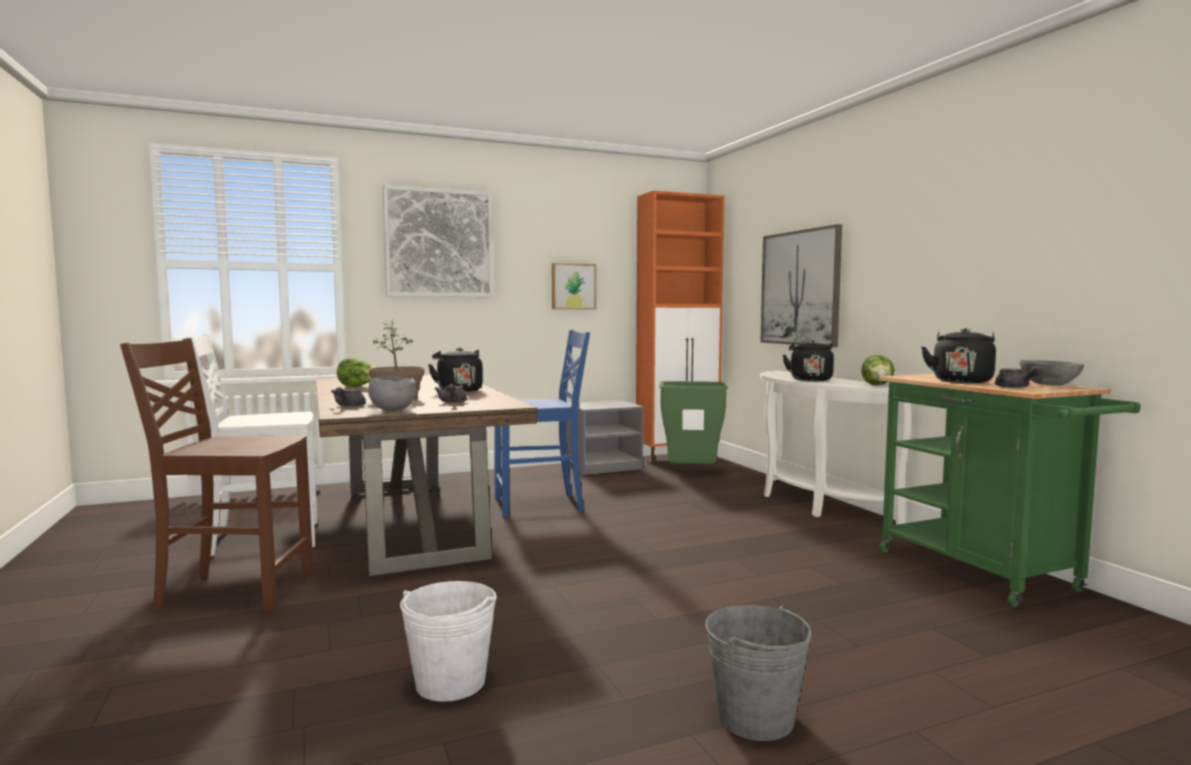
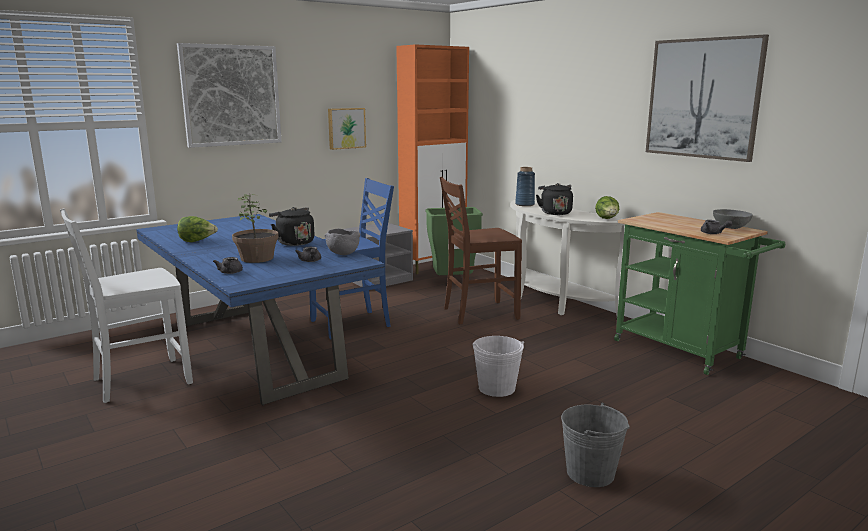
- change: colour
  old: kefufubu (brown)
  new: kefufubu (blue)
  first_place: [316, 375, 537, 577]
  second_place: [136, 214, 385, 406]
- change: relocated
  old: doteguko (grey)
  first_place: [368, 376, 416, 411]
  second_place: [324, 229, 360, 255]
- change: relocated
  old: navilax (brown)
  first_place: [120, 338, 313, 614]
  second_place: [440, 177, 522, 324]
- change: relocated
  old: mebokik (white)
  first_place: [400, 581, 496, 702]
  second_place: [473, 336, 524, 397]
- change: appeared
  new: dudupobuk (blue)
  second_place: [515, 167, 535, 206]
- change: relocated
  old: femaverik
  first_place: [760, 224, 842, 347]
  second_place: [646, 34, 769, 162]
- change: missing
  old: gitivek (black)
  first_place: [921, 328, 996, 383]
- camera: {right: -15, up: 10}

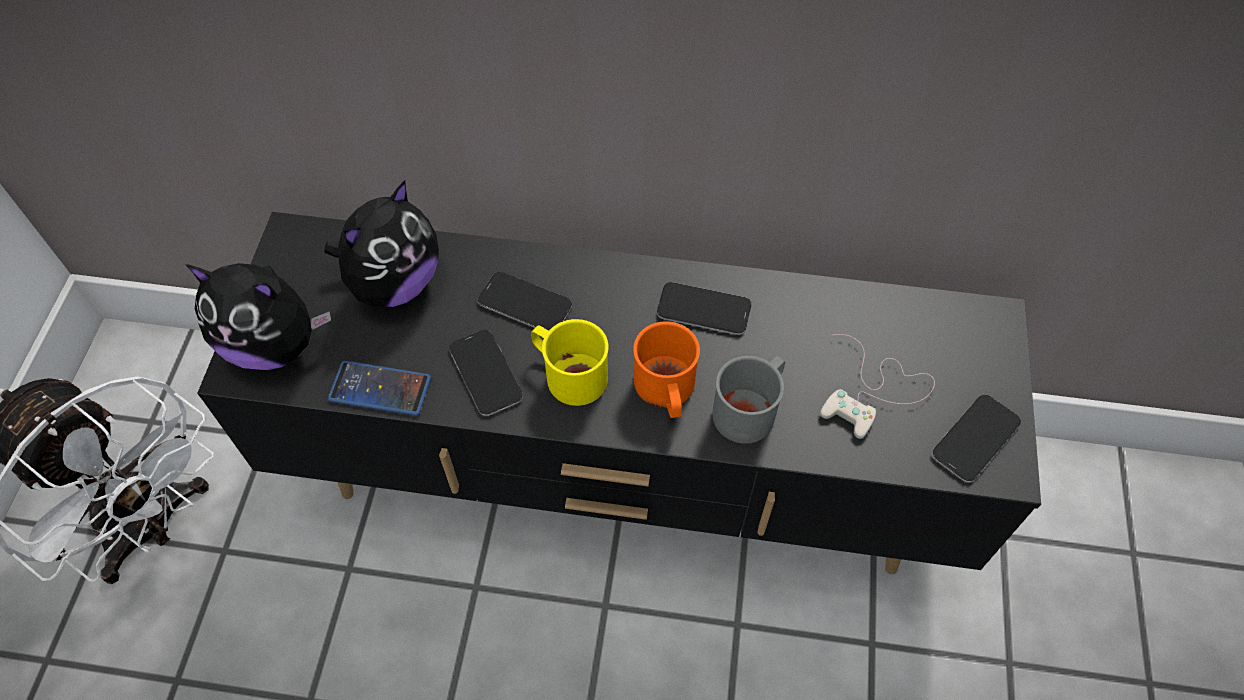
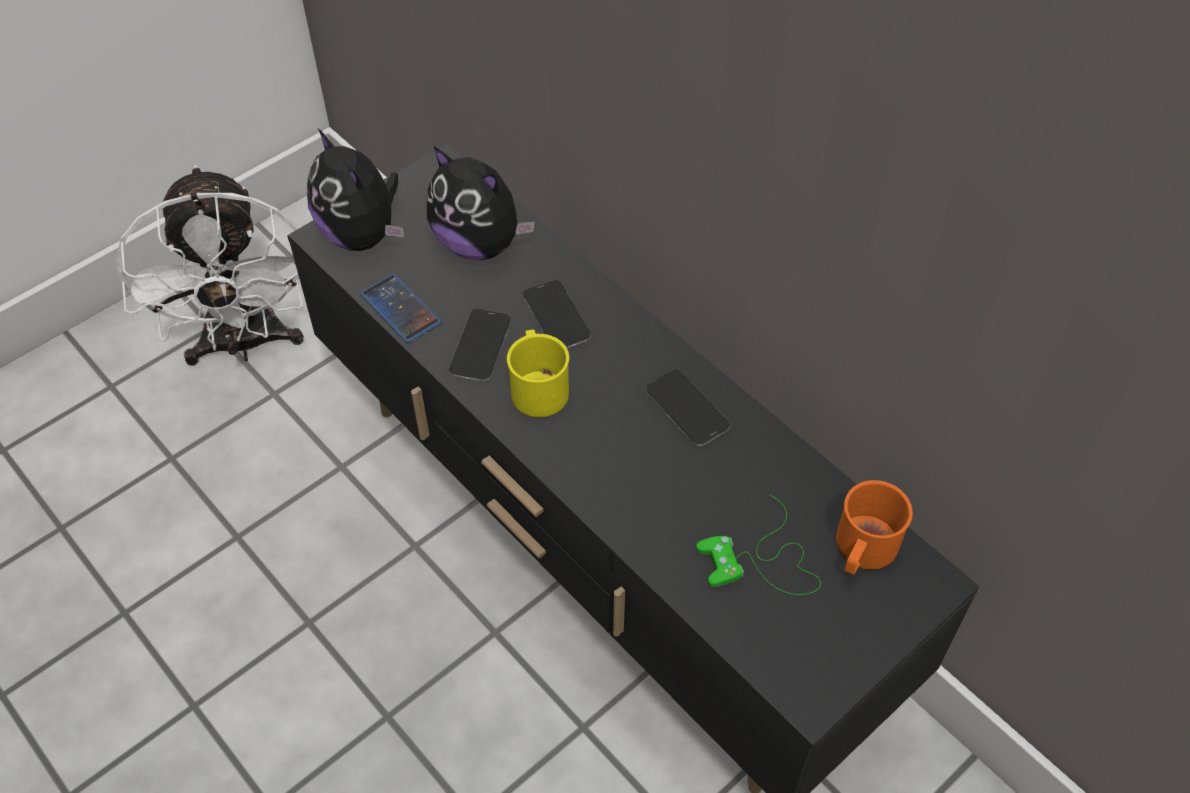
- change: spun
  old: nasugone
  first_place: [324, 180, 439, 307]
  second_place: [427, 146, 535, 260]
  degrees: 45
- change: colour
  old: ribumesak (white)
  new: ribumesak (green)
  first_place: [820, 334, 935, 439]
  second_place: [696, 495, 821, 595]
- change: relocated
  old: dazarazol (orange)
  first_place: [633, 321, 700, 418]
  second_place: [836, 480, 913, 575]
- change: missing
  old: dazarazol (grey)
  first_place: [712, 356, 785, 444]
- change: missing
  old: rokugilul
  first_place: [932, 395, 1021, 483]
- camera: {right: 40, up: -5}

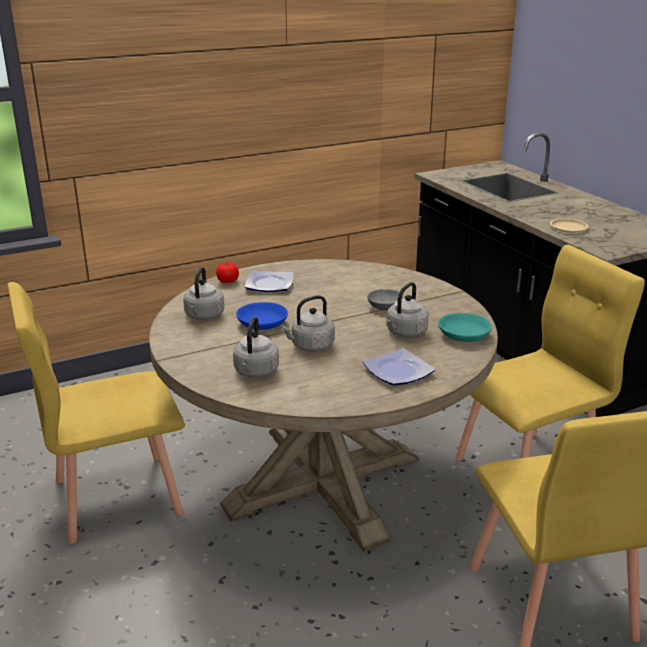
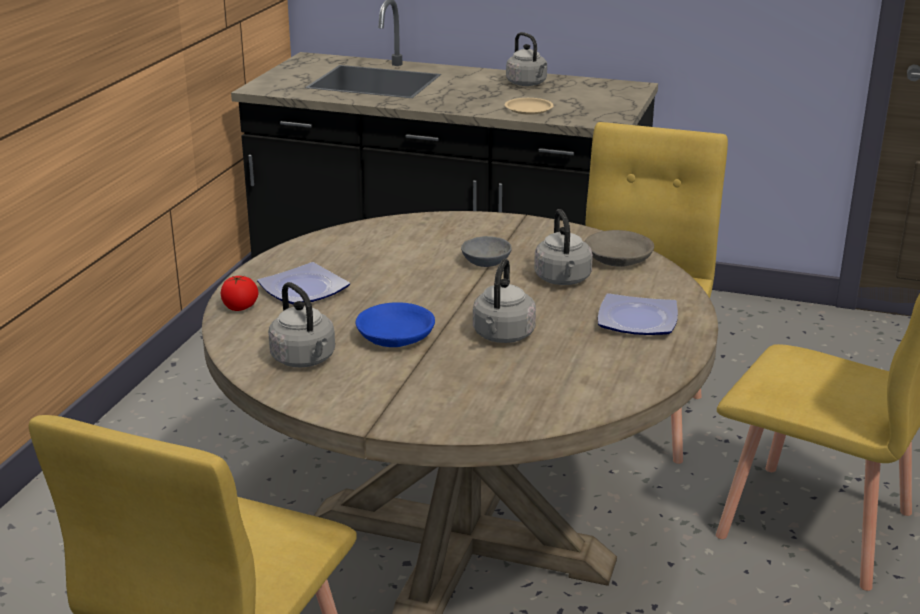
- change: relocated
  old: gitivek (grey)
  first_place: [233, 317, 279, 378]
  second_place: [506, 32, 547, 86]
- change: colour
  old: doteguko (turquoise)
  new: doteguko (grey)
  first_place: [438, 313, 492, 342]
  second_place: [585, 230, 654, 267]
- camera: {right: -45, up: 0}

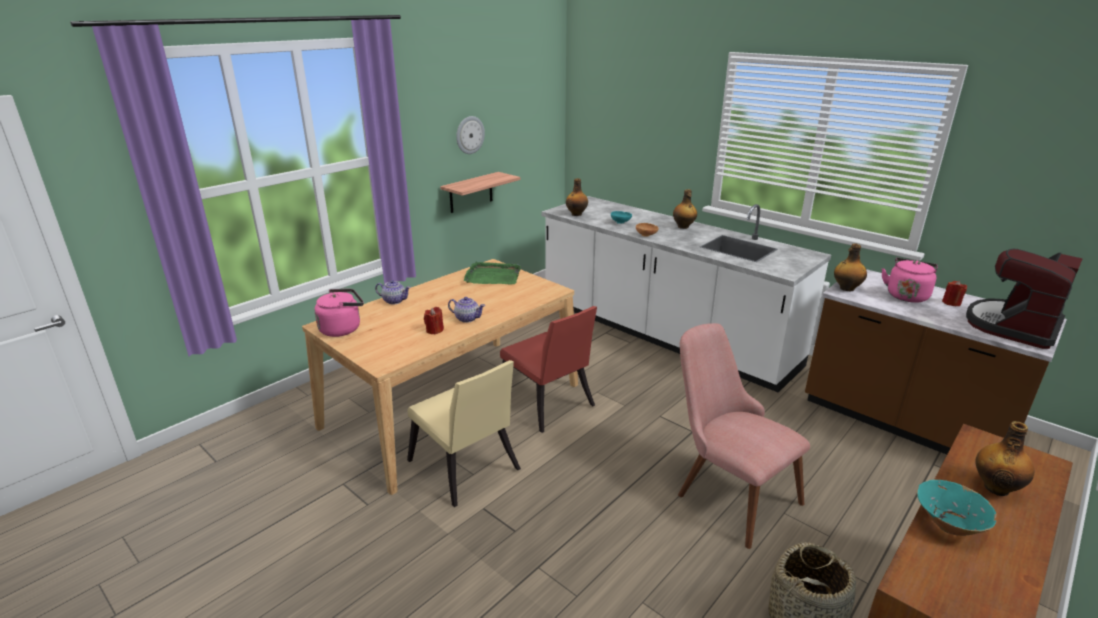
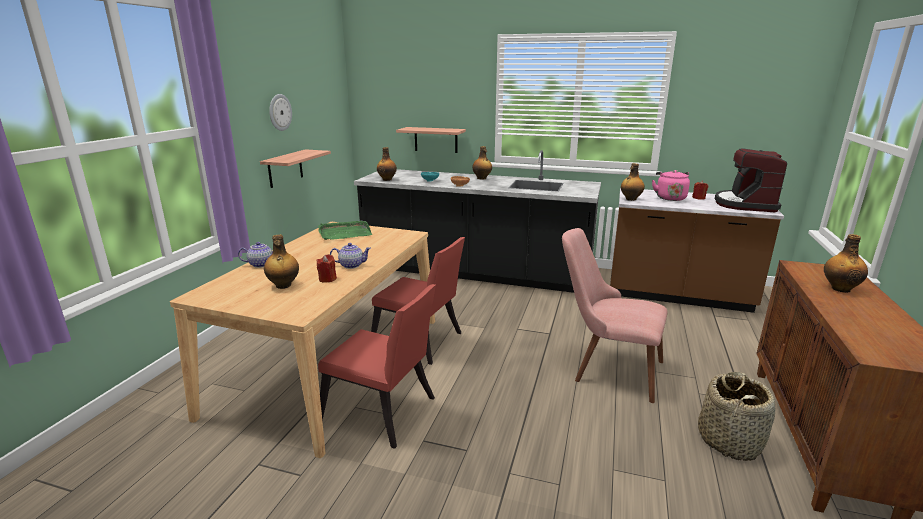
- change: appeared
  new: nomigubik
  second_place: [264, 234, 299, 289]
- change: colour
  old: navilax (beige)
  new: navilax (red)
  first_place: [407, 360, 521, 507]
  second_place: [318, 284, 436, 449]
- change: colour
  old: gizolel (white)
  new: gizolel (black)
  first_place: [541, 196, 831, 393]
  second_place: [354, 150, 601, 293]
- change: appeared
  new: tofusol
  second_place: [396, 127, 466, 153]
- change: missing
  old: gitivek (pink)
  first_place: [314, 289, 364, 337]
- change: missing
  old: doteguko (turquoise)
  first_place: [917, 480, 997, 536]
- camera: {right: -25, up: -5}

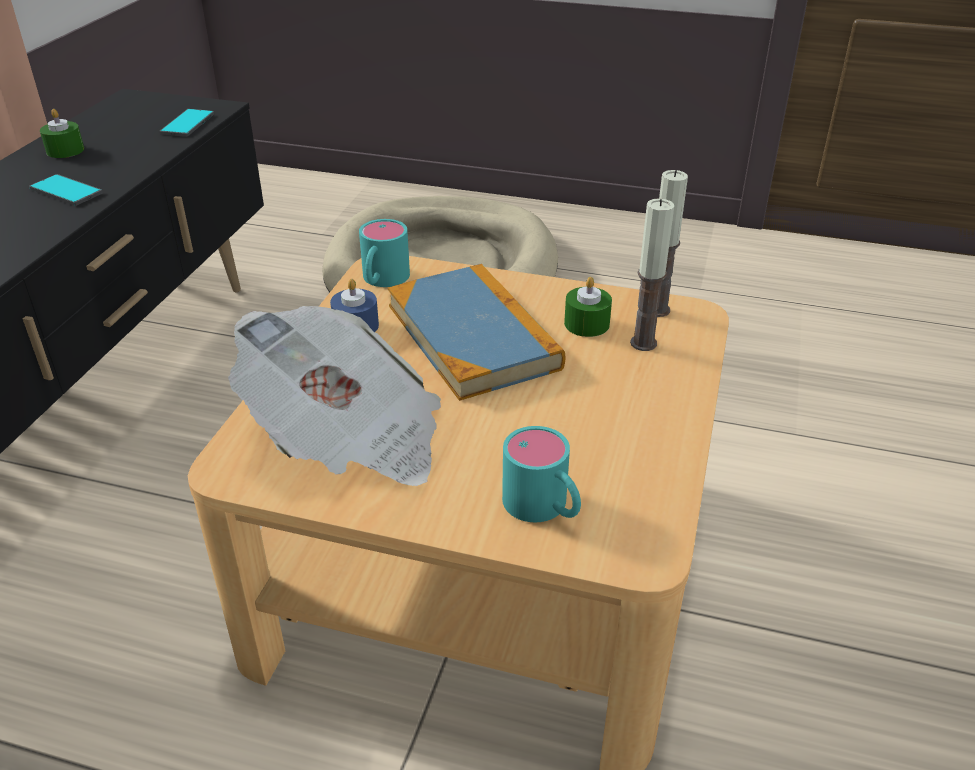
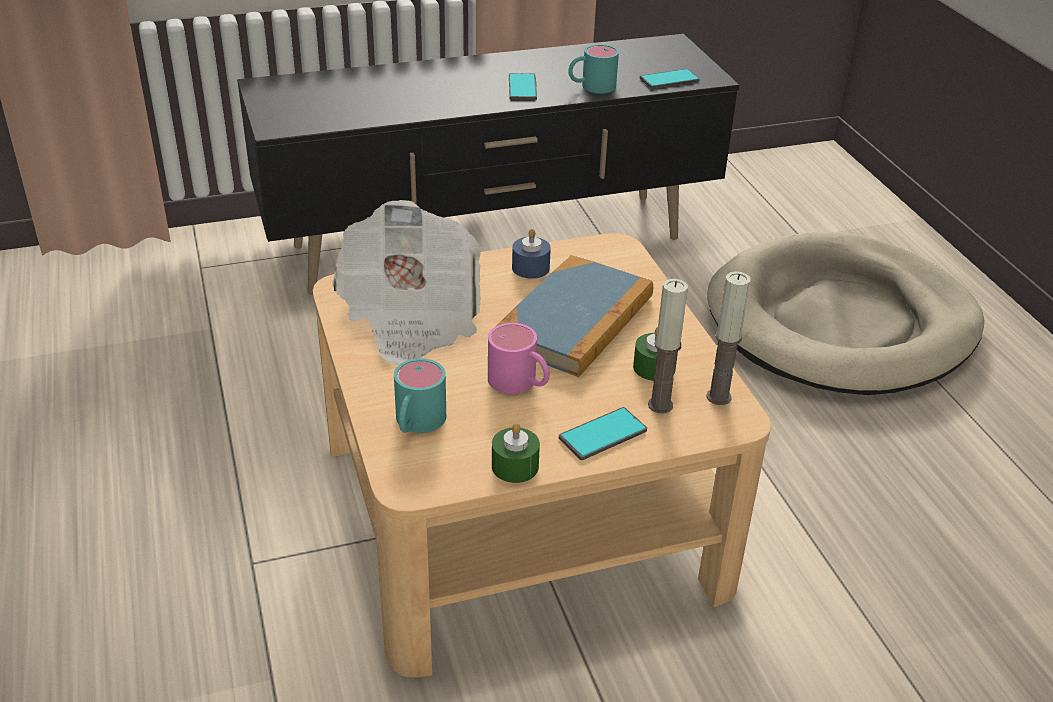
- change: appeared
  new: dazarazol (pink)
  second_place: [488, 323, 550, 394]
- change: relocated
  old: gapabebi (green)
  first_place: [40, 109, 84, 158]
  second_place: [492, 423, 540, 483]
- change: appeared
  new: rokugilul
  second_place: [559, 407, 647, 460]
- change: relocated
  old: dazarazol (turquoise)
  first_place: [359, 219, 410, 287]
  second_place: [568, 44, 619, 94]
- camera: {right: 55, up: 0}

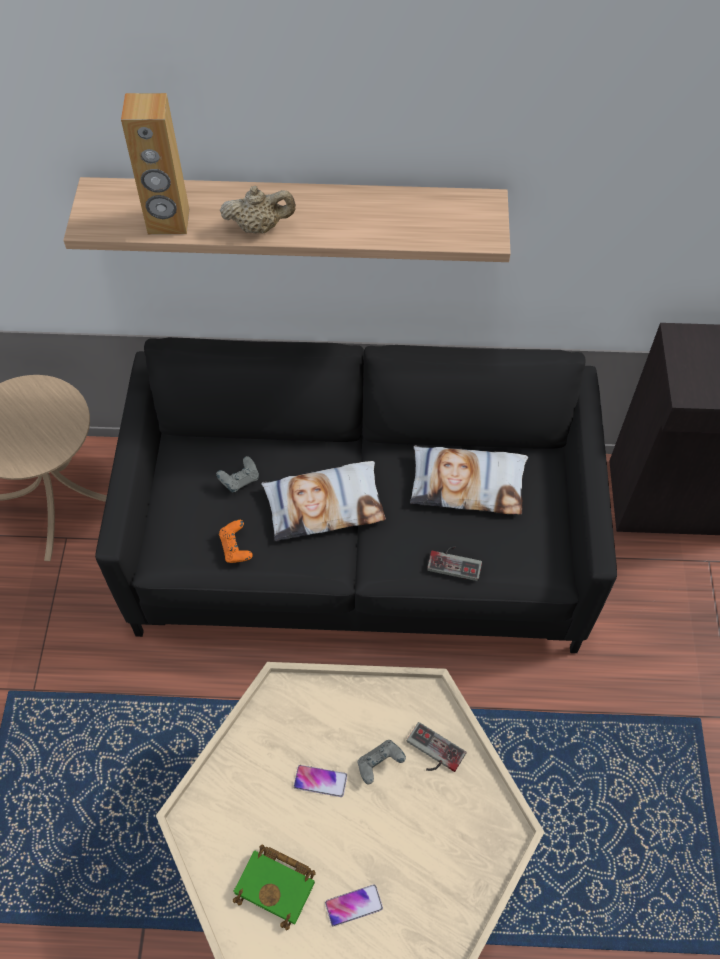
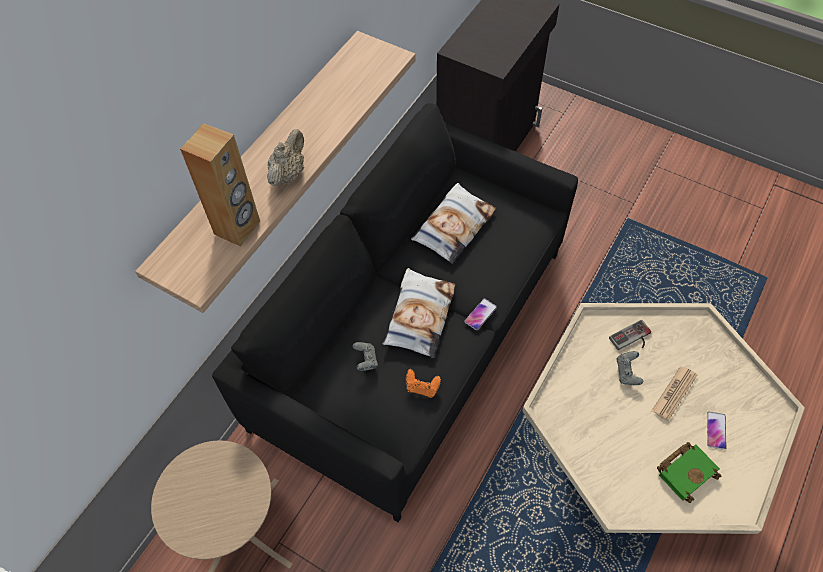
- change: relocated
  old: rokugilul
  first_place: [294, 765, 347, 797]
  second_place: [464, 298, 497, 330]
- change: appeared
  new: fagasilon
  second_place: [651, 366, 697, 421]
- change: missing
  old: ribumesak
  first_place: [427, 546, 482, 581]
- camera: {right: -60, up: 0}

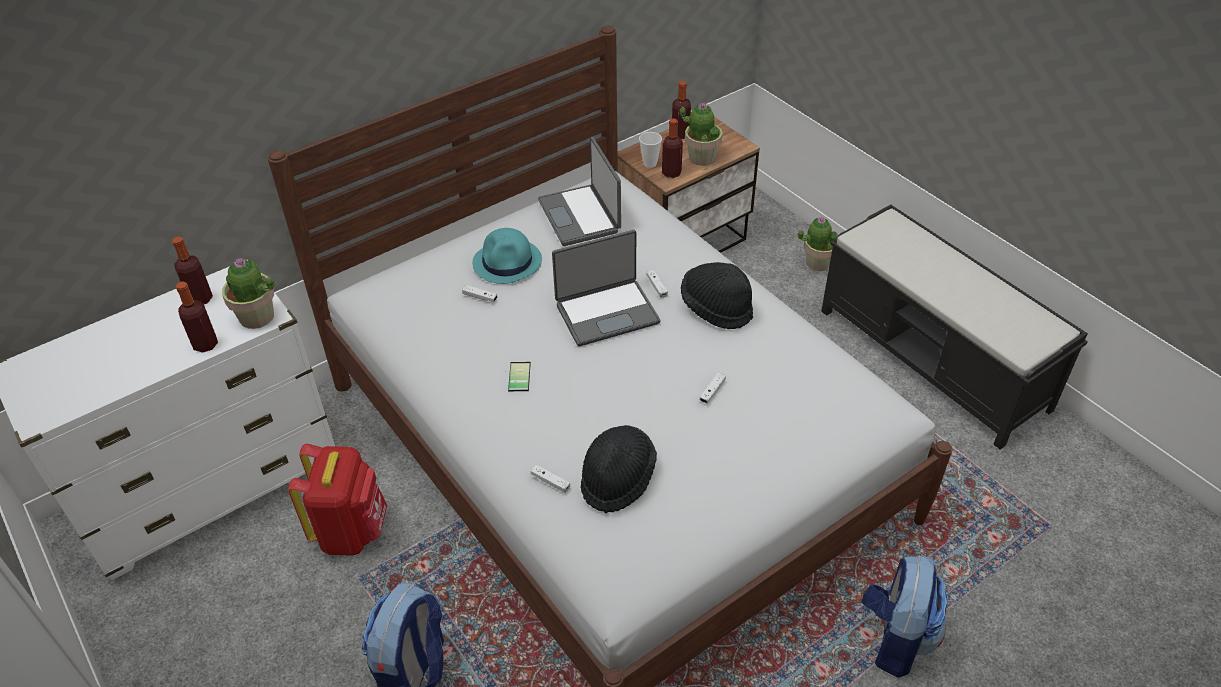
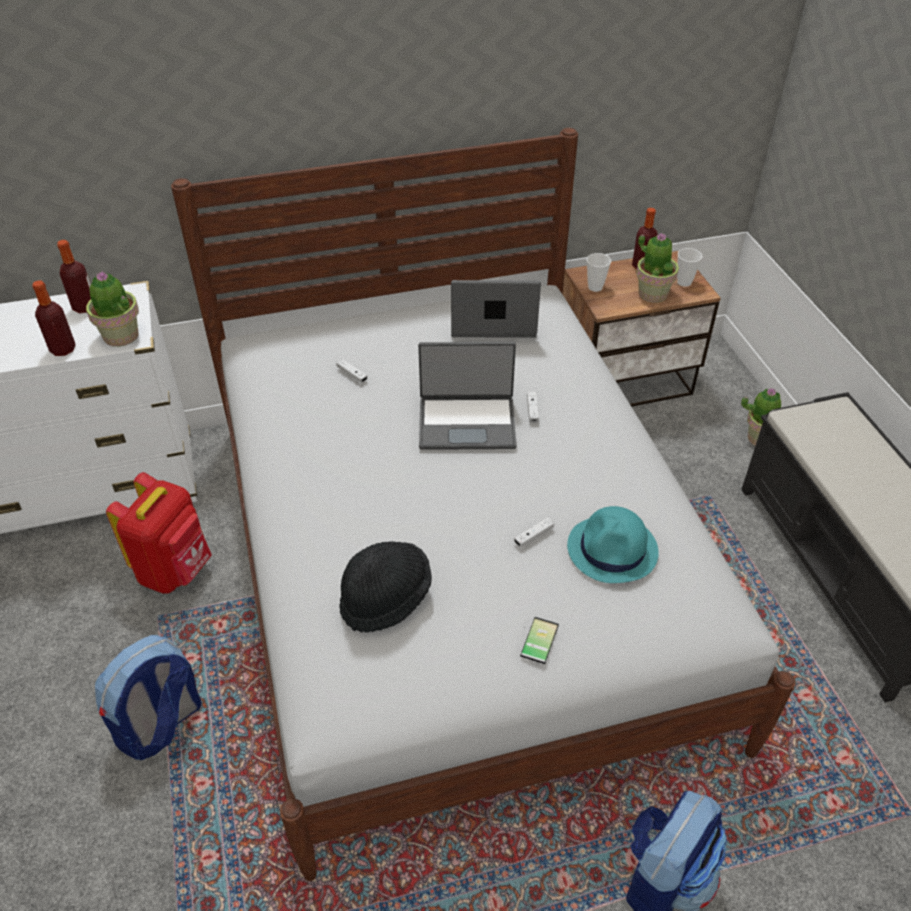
- change: spun
  old: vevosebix
  first_place: [538, 137, 621, 246]
  second_place: [451, 280, 541, 338]
  degrees: 90
- change: relocated
  old: rokugilul
  first_place: [508, 362, 531, 391]
  second_place: [520, 617, 559, 664]
- change: relocated
  old: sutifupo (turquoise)
  first_place: [472, 228, 542, 284]
  second_place: [567, 506, 659, 583]
- change: appeared
  new: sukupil
  second_place: [677, 248, 702, 287]
- change: missing
  old: ribumesak (white)
  first_place: [531, 465, 570, 493]
- change: missing
  old: nomigubik
  first_place: [662, 119, 683, 178]
- change: missing
  old: sutifupo (black)
  first_place: [681, 262, 753, 329]
- camera: {right: 20, up: 0}

